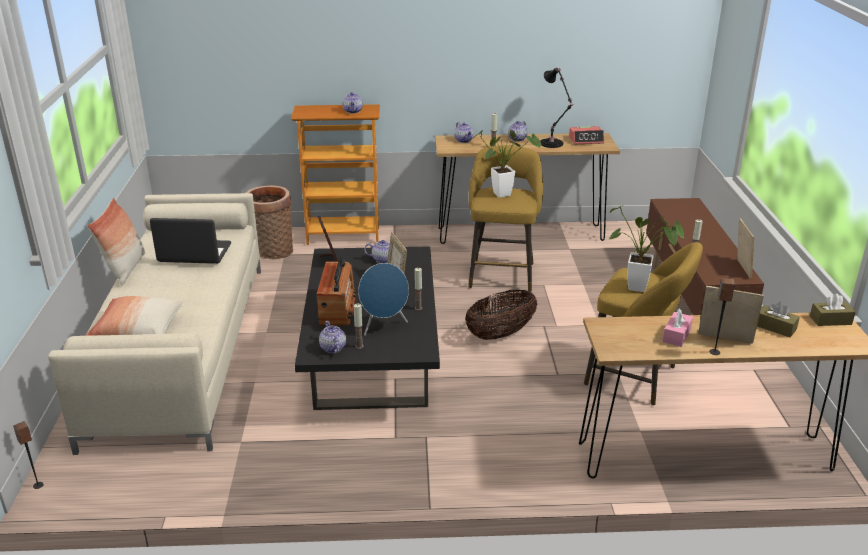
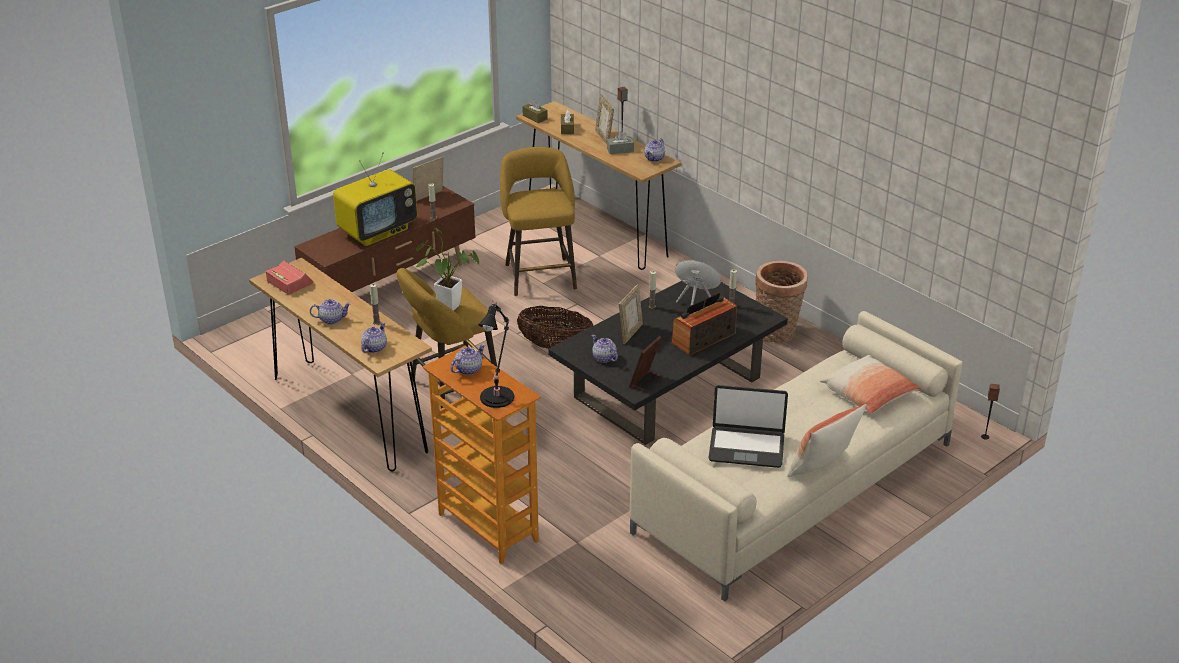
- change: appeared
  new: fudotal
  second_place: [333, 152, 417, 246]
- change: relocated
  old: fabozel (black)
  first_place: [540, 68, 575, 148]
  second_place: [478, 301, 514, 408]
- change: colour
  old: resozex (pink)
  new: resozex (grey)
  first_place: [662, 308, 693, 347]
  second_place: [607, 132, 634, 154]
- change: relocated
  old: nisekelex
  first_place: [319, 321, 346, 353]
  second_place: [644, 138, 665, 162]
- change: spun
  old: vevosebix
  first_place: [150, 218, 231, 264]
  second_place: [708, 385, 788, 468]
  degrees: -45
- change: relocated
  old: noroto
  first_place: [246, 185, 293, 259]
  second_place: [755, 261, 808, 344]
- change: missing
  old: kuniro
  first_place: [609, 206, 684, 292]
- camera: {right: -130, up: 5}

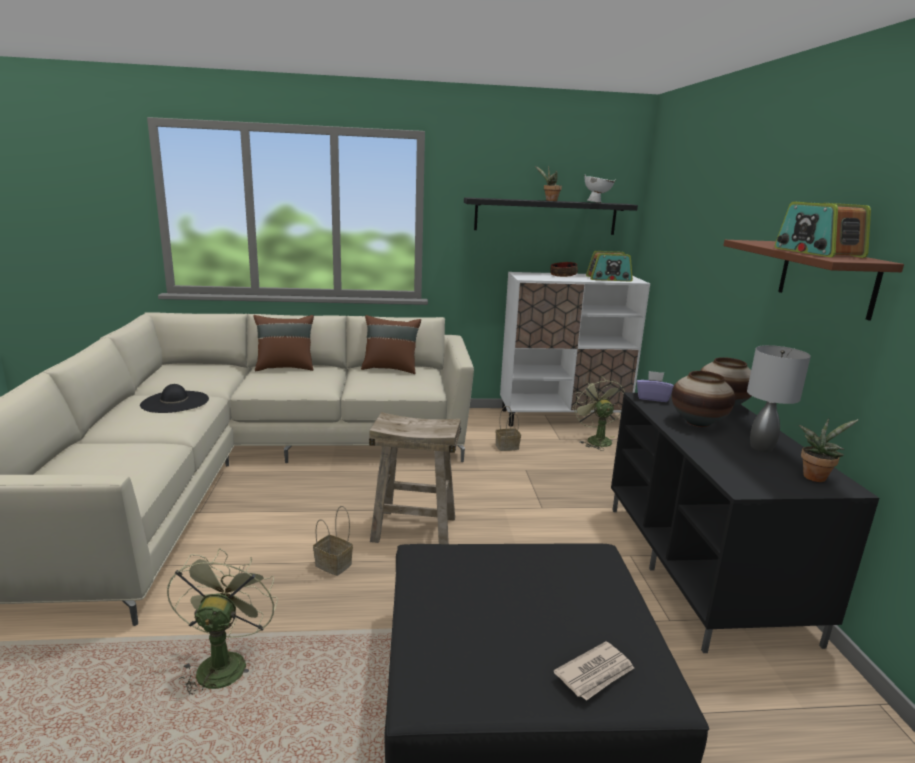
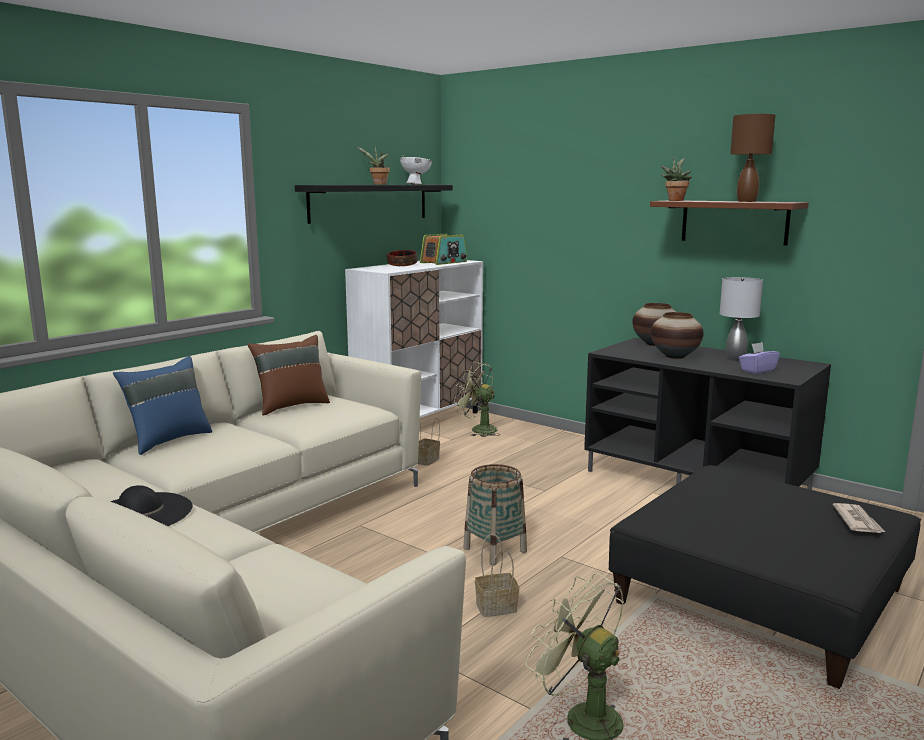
- change: colour
  old: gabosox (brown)
  new: gabosox (blue)
  first_place: [253, 315, 314, 371]
  second_place: [113, 356, 212, 455]
- change: exchanged
  old: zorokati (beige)
  new: noroto
  first_place: [369, 412, 461, 544]
  second_place: [463, 464, 527, 565]
- change: relocated
  old: kuniro
  first_place: [799, 418, 858, 482]
  second_place: [661, 157, 692, 201]
- change: exchanged
  old: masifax
  new: fabozel (brown)
  first_place: [775, 202, 871, 258]
  second_place: [730, 114, 775, 202]
- change: relocated
  old: resozex (purple)
  first_place: [637, 371, 674, 402]
  second_place: [739, 342, 780, 374]
- camera: {right: -45, up: -5}

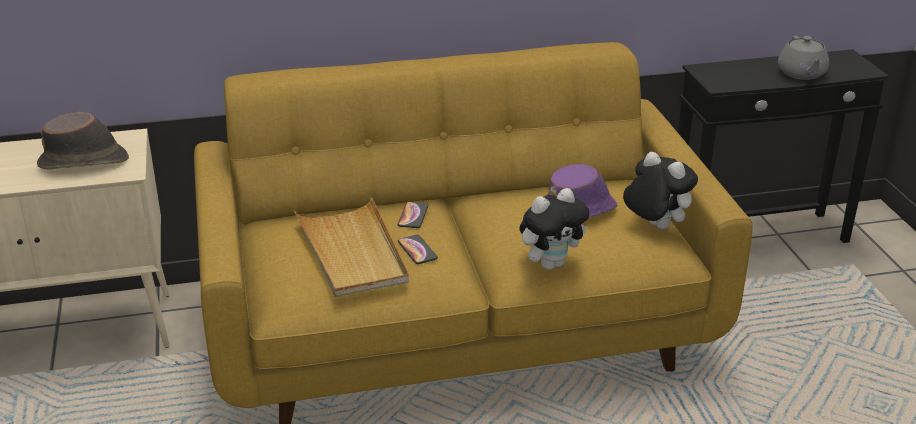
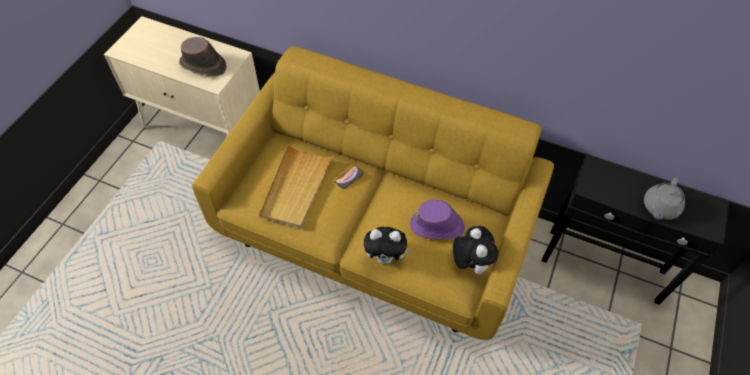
- change: missing
  old: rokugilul
  first_place: [398, 235, 438, 264]
- camera: {right: 35, up: 25}

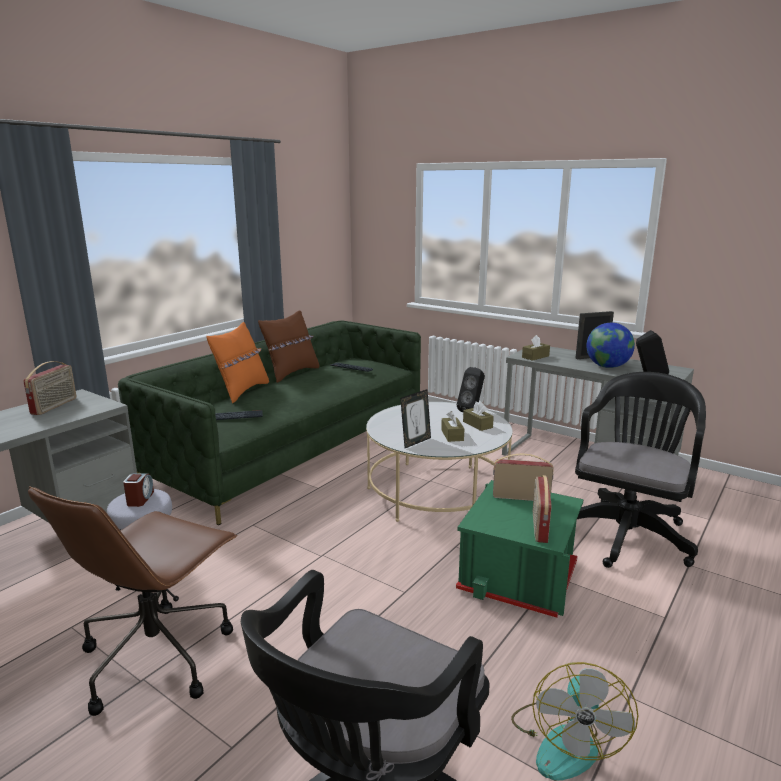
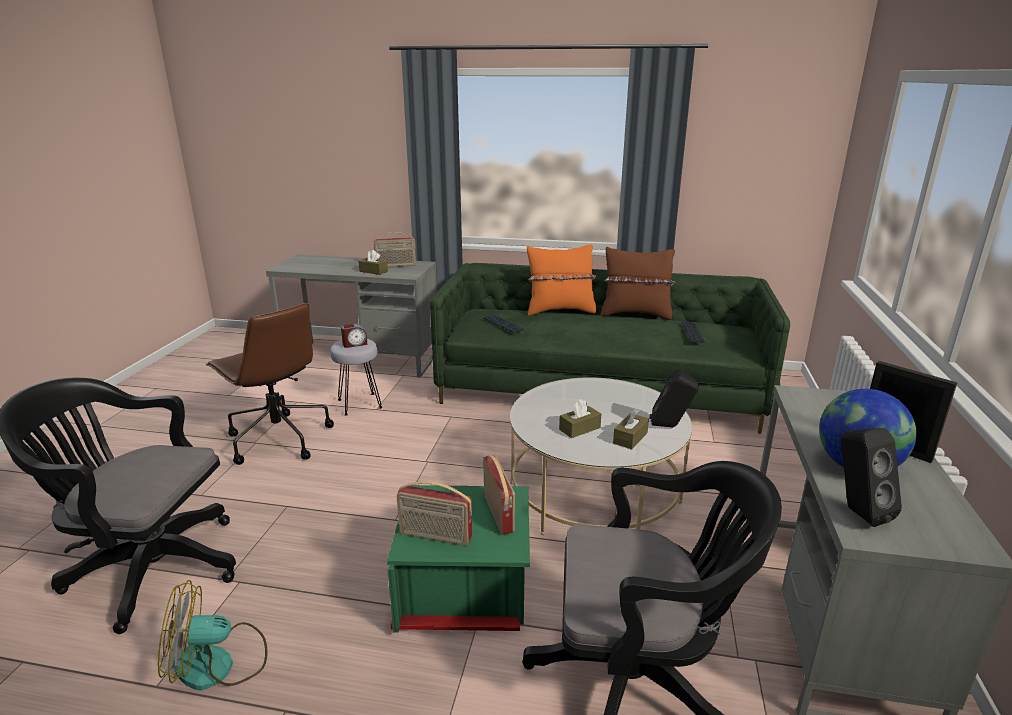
- change: spun
  old: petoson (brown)
  first_place: [28, 486, 237, 716]
  second_place: [206, 303, 334, 465]
  degrees: -135
- change: relocated
  old: resozex (brown)
  first_place: [522, 335, 550, 361]
  second_place: [359, 250, 388, 275]
- change: spun
  old: masifax
  first_place: [533, 475, 552, 543]
  second_place: [397, 481, 472, 546]
  degrees: -150
- change: missing
  old: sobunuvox
  first_place: [400, 389, 431, 448]
- camera: {right: 65, up: 5}

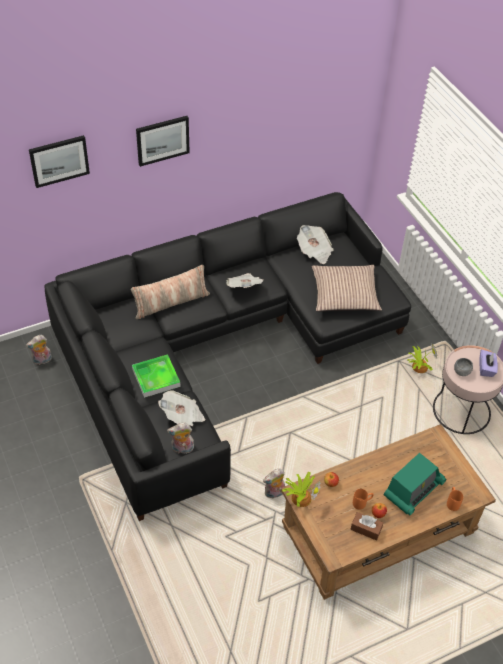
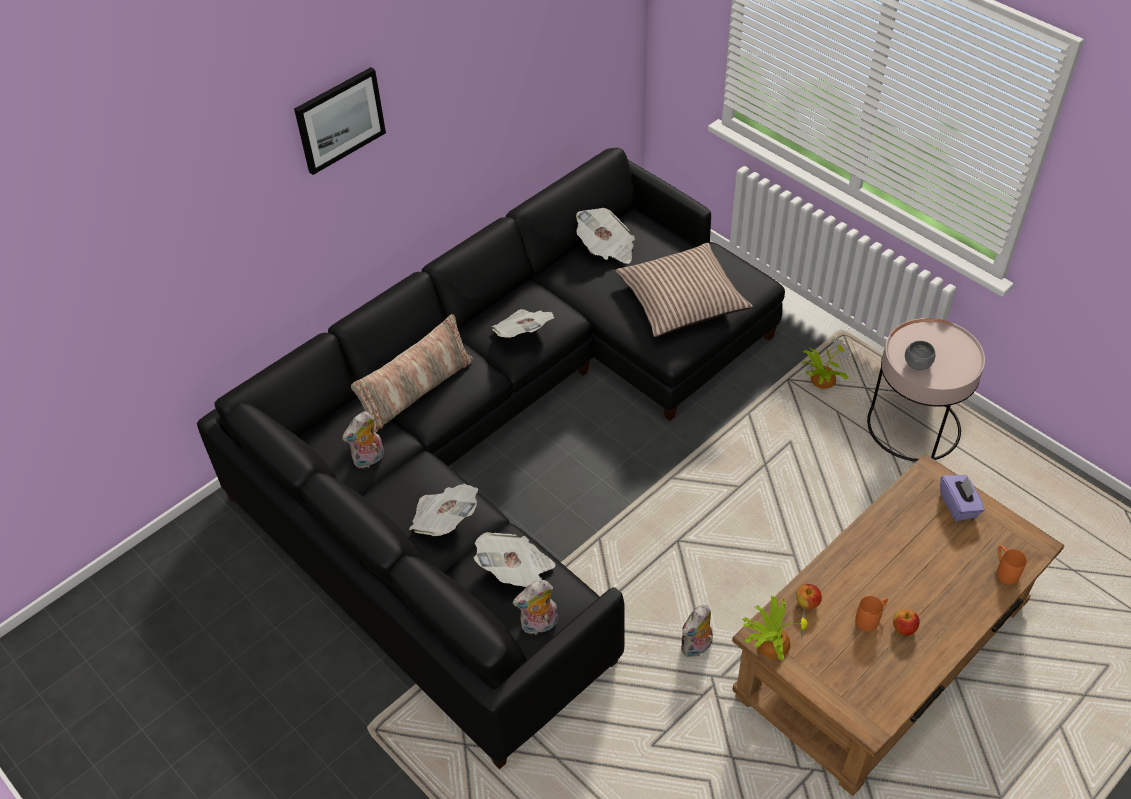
- change: relocated
  old: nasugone
  first_place: [26, 335, 52, 365]
  second_place: [342, 411, 384, 468]
- change: exchanged
  old: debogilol
  new: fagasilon
  first_place: [132, 354, 181, 398]
  second_place: [409, 483, 478, 536]
- change: relocated
  old: resozex (purple)
  first_place: [479, 350, 498, 377]
  second_place: [940, 475, 985, 522]
- change: missing
  old: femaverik
  first_place: [29, 135, 90, 188]
- change: missing
  old: resozex (brown)
  first_place: [350, 512, 383, 541]
- change: missing
  old: masifax
  first_place: [384, 453, 446, 515]
- camera: {right: -15, up: 0}

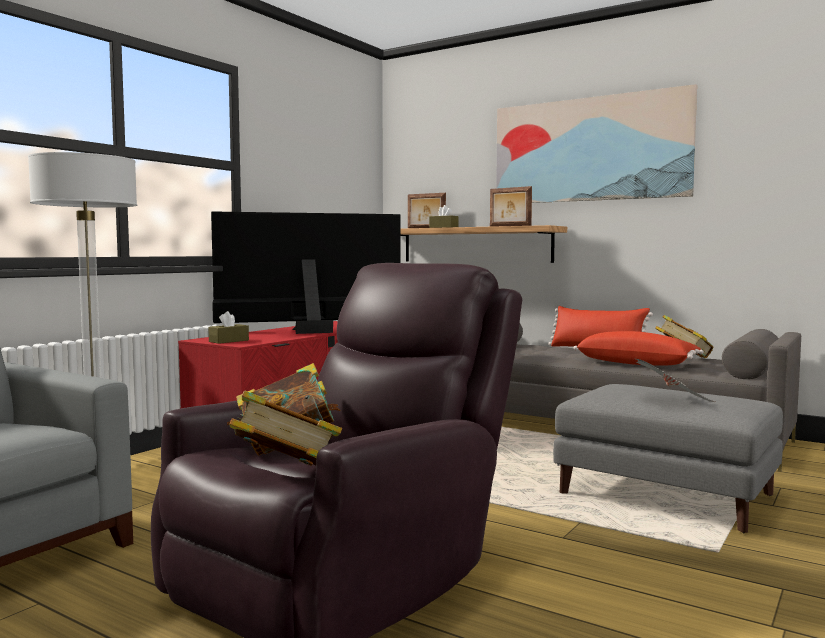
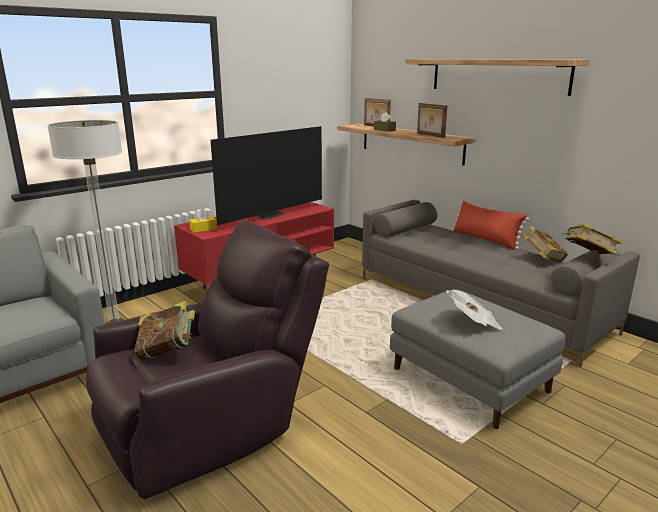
- change: colour
  old: resozex (brown)
  new: resozex (yellow)
  first_place: [208, 311, 249, 344]
  second_place: [189, 210, 217, 233]
- change: spun
  old: fudotal
  first_place: [211, 211, 401, 334]
  second_place: [211, 126, 322, 225]
  degrees: 135
- change: exchanged
  old: femaverik
  new: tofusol
  first_place: [496, 84, 697, 203]
  second_place: [405, 59, 589, 96]
- change: relocated
  old: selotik
  first_place: [227, 391, 342, 466]
  second_place: [563, 223, 623, 255]
- change: missing
  old: gabosox (red)
  first_place: [573, 331, 704, 366]
- camera: {right: 15, up: 15}

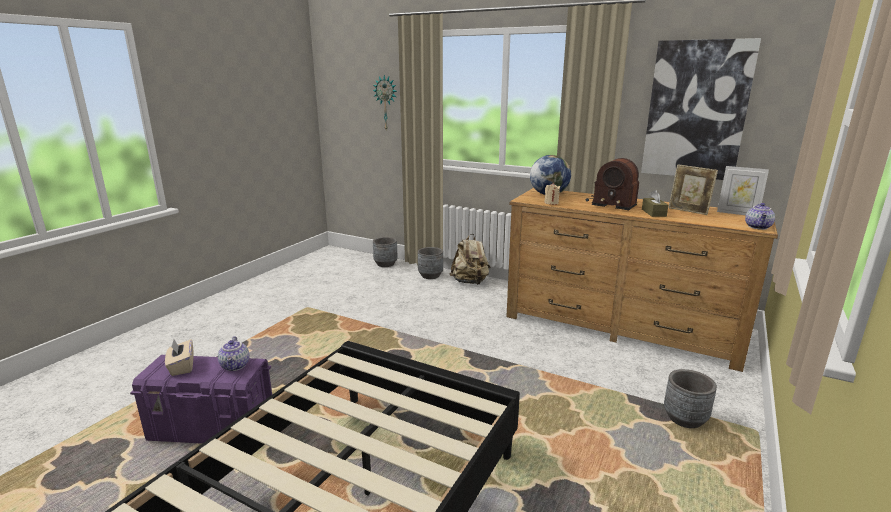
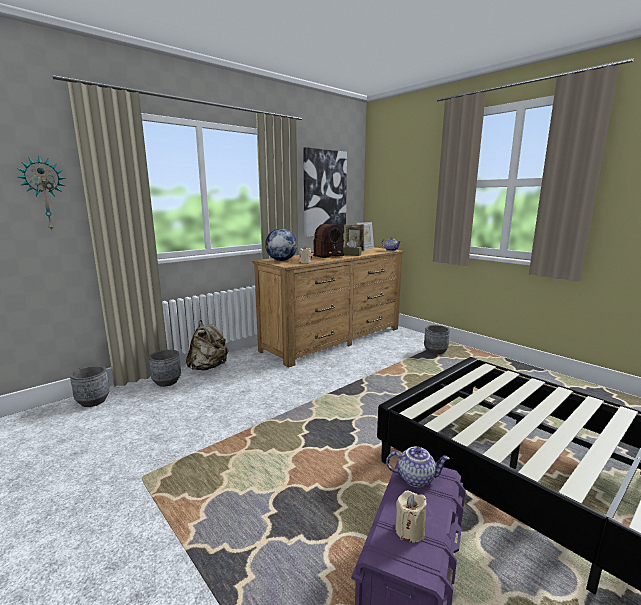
- change: exchanged
  old: resozex (beige)
  new: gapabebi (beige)
  first_place: [165, 339, 193, 376]
  second_place: [395, 491, 426, 542]
- camera: {right: -70, up: -5}

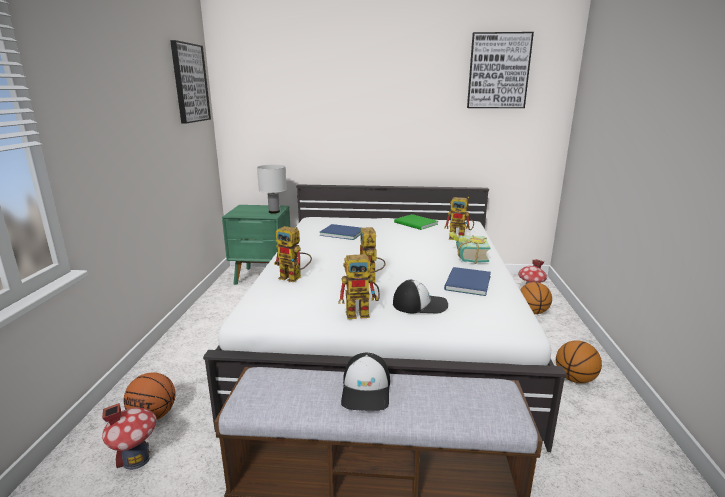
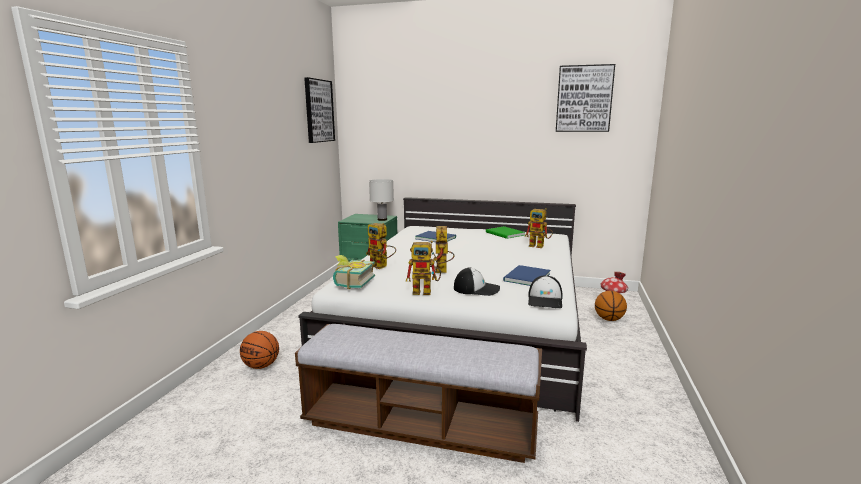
- change: relocated
  old: selotik
  first_place: [448, 232, 490, 264]
  second_place: [333, 255, 375, 289]
- change: relocated
  old: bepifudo
  first_place: [341, 353, 390, 411]
  second_place: [528, 275, 562, 308]
- change: missing
  old: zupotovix
  first_place: [102, 403, 157, 470]
- change: missing
  old: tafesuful
  first_place: [556, 340, 602, 383]
- camera: {right: 10, up: -5}

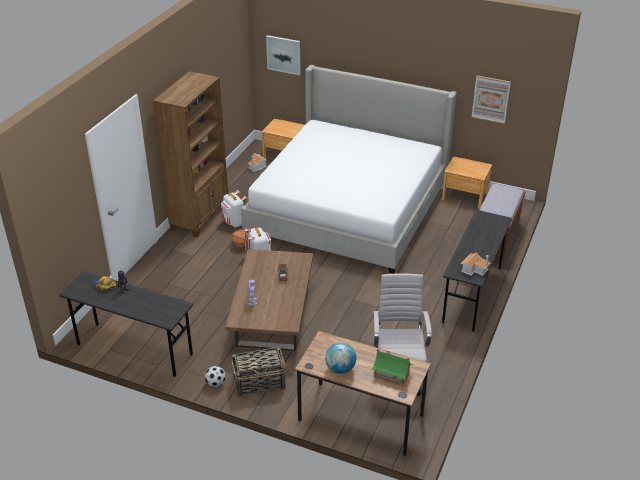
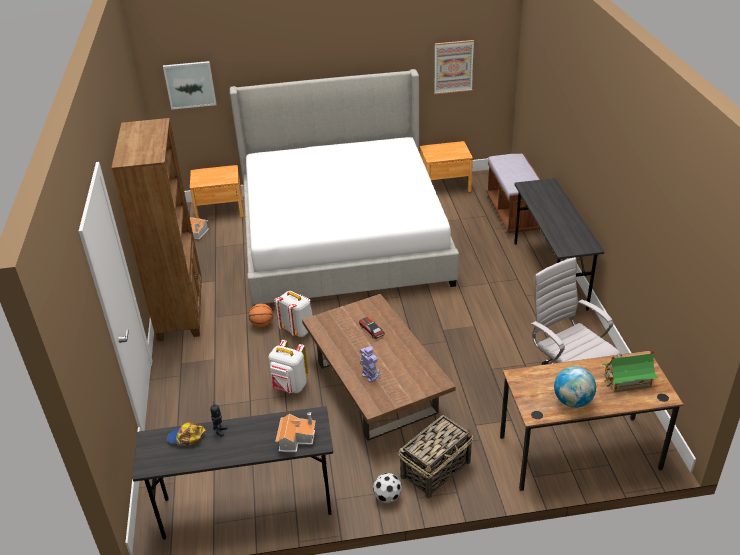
- change: relocated
  old: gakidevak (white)
  first_place: [221, 190, 247, 227]
  second_place: [268, 340, 308, 393]
- change: relocated
  old: zupotovix
  first_place: [461, 253, 490, 276]
  second_place: [275, 412, 316, 452]
- camera: {right: -30, up: 0}

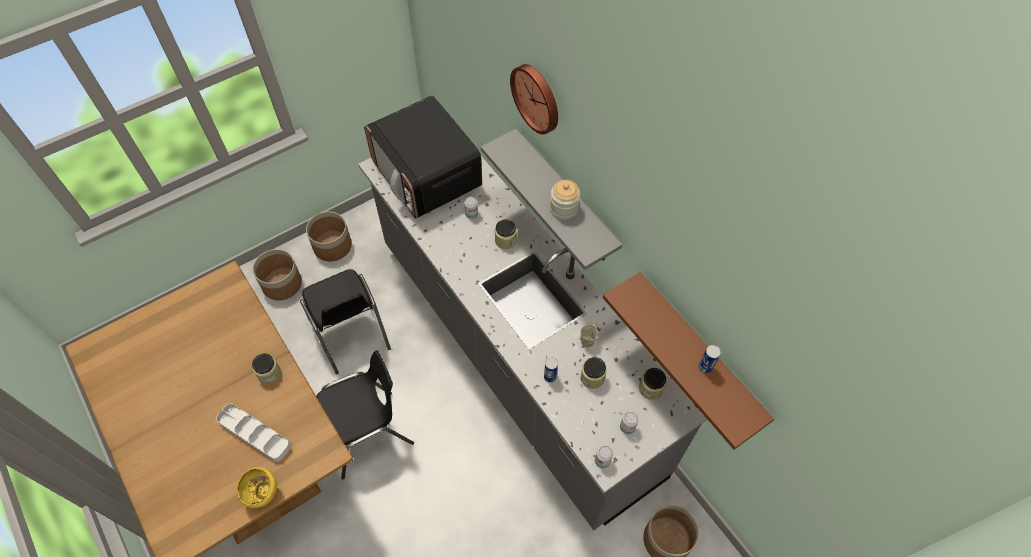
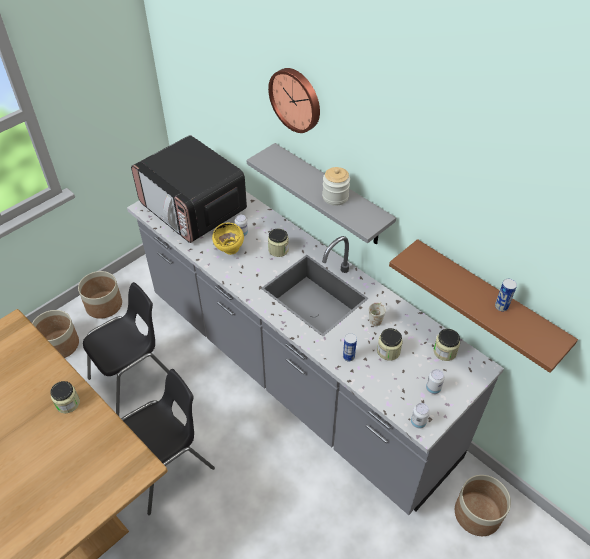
- change: spun
  old: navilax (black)
  first_place: [300, 269, 391, 374]
  second_place: [83, 282, 169, 416]
  degrees: -90
- change: relocated
  old: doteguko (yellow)
  first_place: [237, 467, 277, 508]
  second_place: [212, 222, 244, 255]
- change: missing
  old: debogilol (white)
  first_place: [216, 404, 291, 462]
- camera: {right: -10, up: -10}

